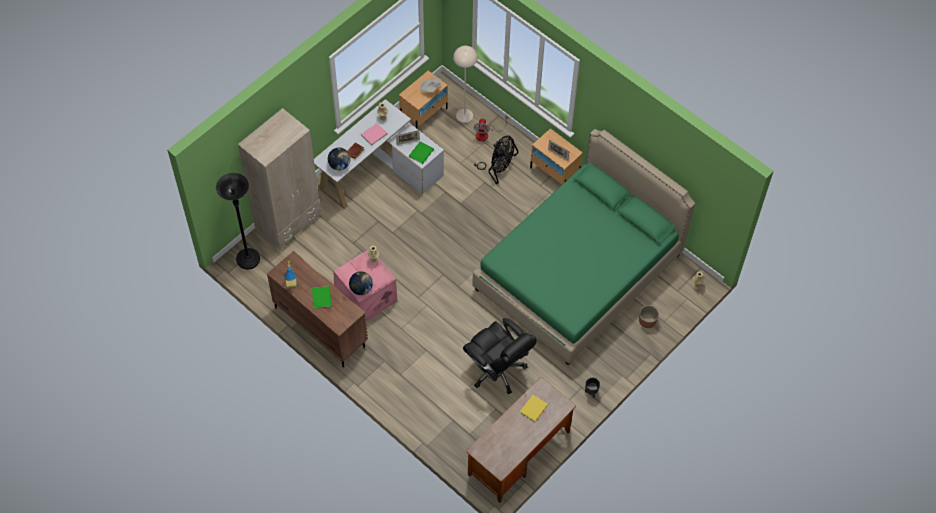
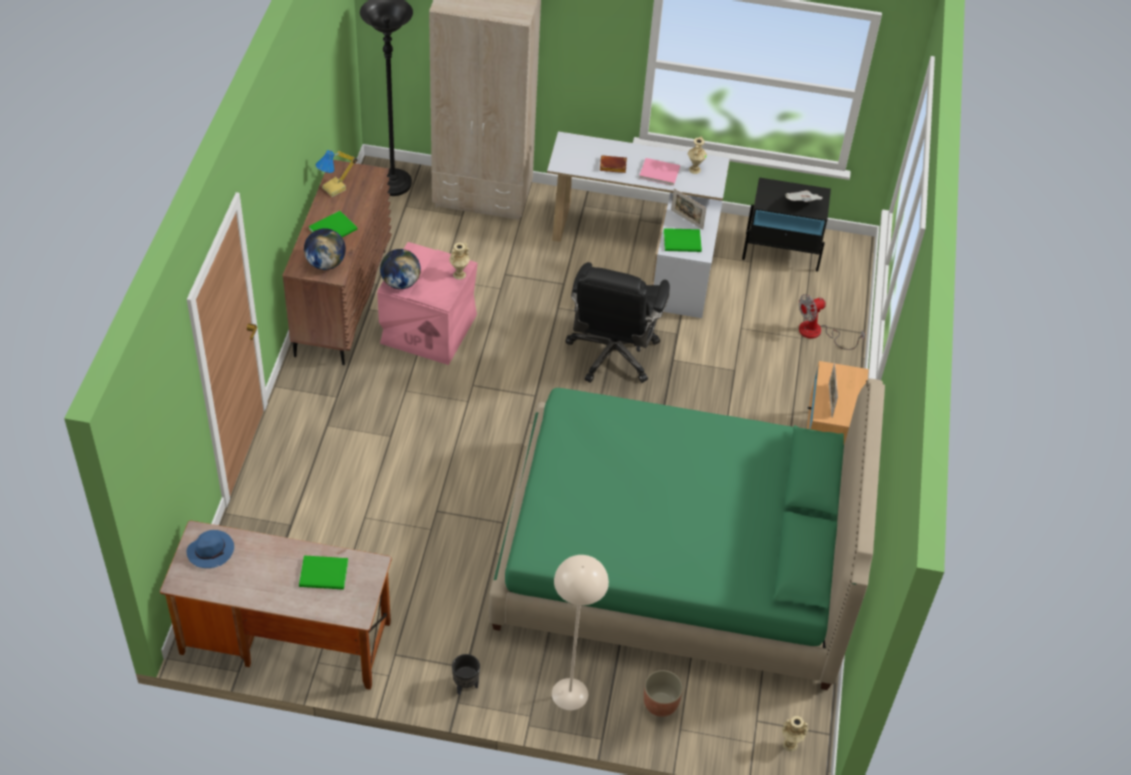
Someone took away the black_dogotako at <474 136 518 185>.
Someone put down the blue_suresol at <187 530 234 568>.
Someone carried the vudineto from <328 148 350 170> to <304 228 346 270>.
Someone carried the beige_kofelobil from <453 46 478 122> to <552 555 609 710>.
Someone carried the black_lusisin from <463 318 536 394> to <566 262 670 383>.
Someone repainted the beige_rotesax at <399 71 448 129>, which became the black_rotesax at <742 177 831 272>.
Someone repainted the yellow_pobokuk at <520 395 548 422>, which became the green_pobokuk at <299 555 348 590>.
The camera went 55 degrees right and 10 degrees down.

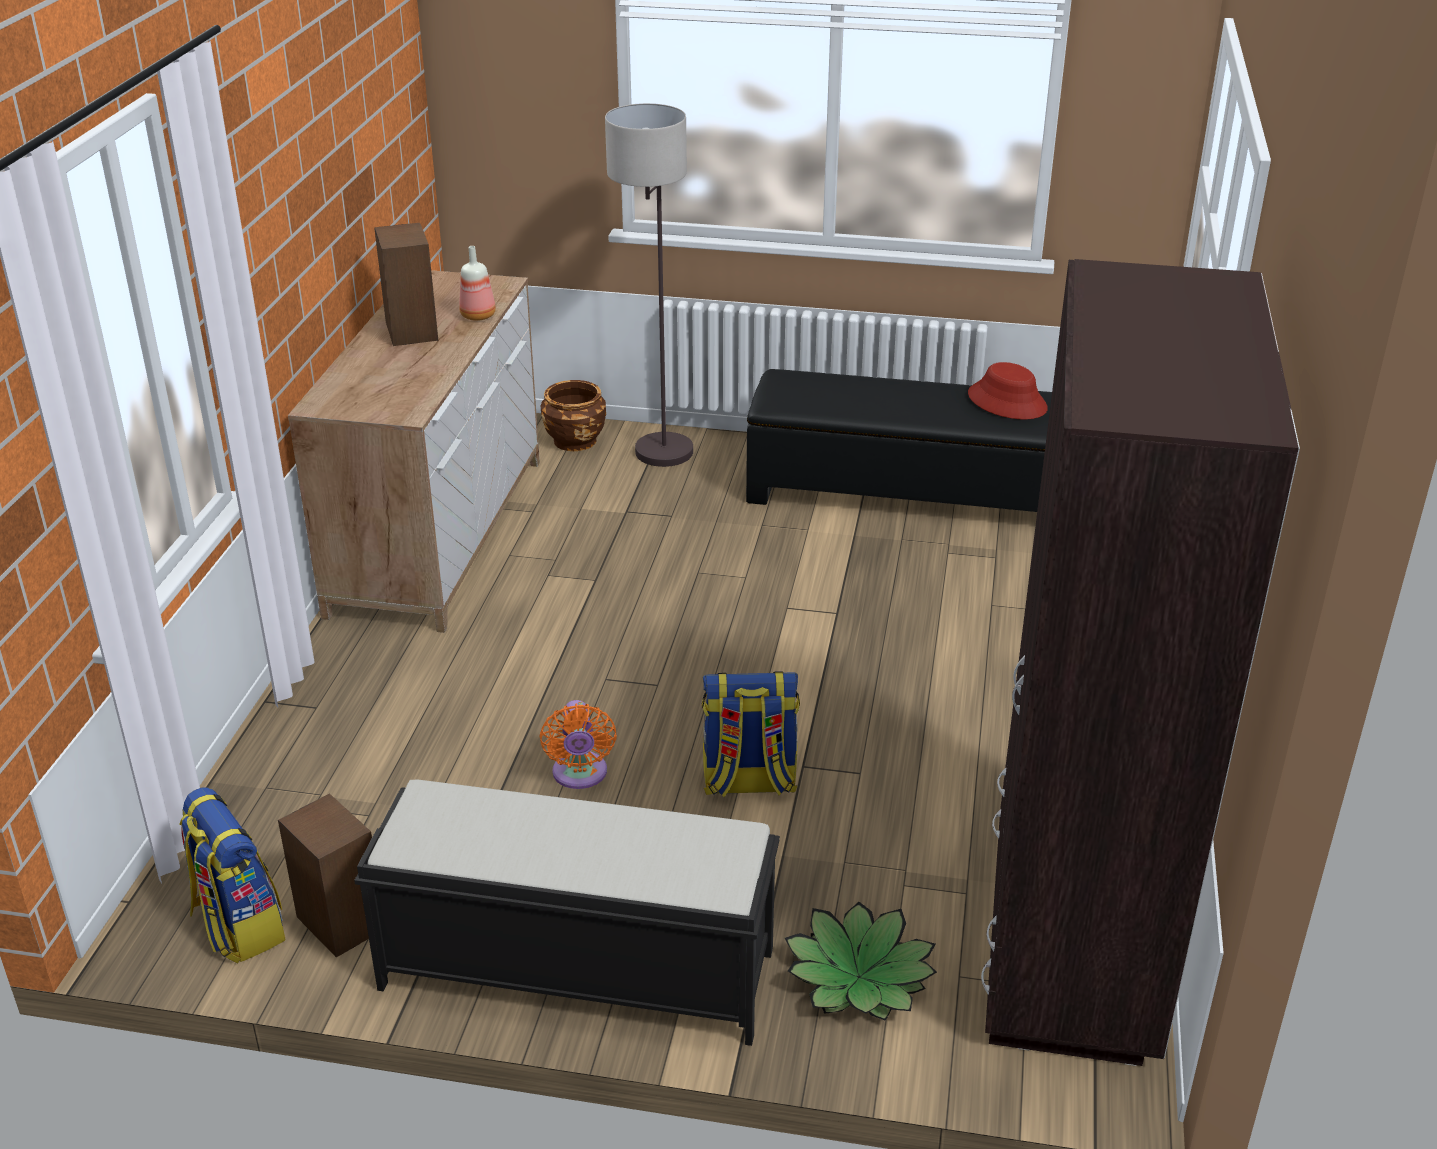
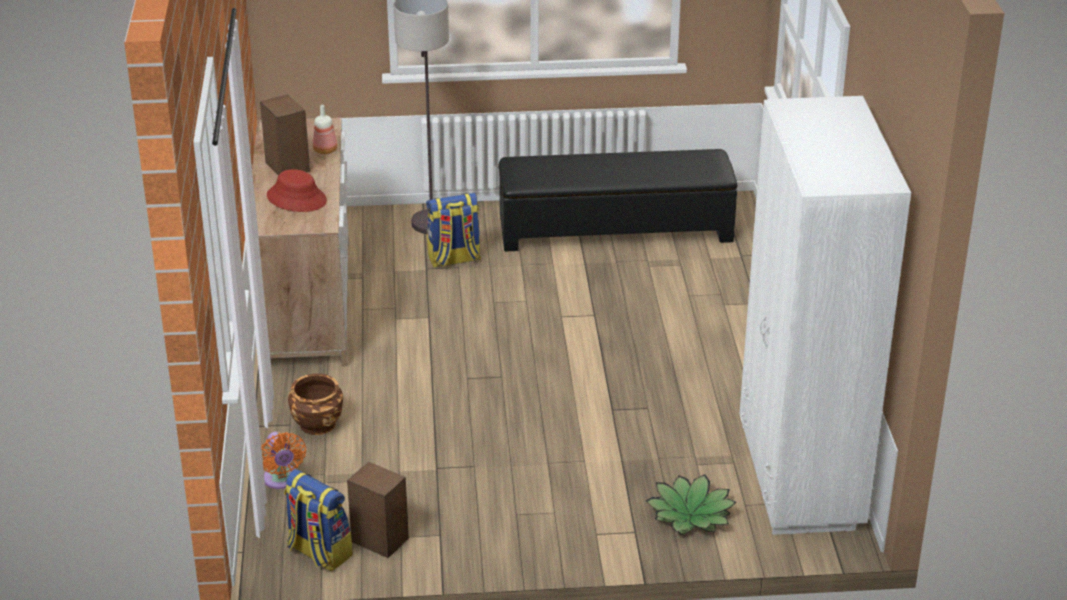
Someone took away the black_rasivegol at <354 780 780 1046>.
Someone carried the orange_dogotako from <540 700 617 789> to <261 432 306 489>.
Someone carried the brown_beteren from <541 380 606 451> to <288 374 343 435>.
Someone carried the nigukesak from <702 671 800 797> to <426 193 481 268>.
Someone carried the red_suresol from <968 362 1048 419> to <267 169 327 212>.
Someone repainted the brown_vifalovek at <981 259 1300 1066>, which became the white_vifalovek at <740 96 911 535>.
The camera went 15 degrees left and 0 degrees up.

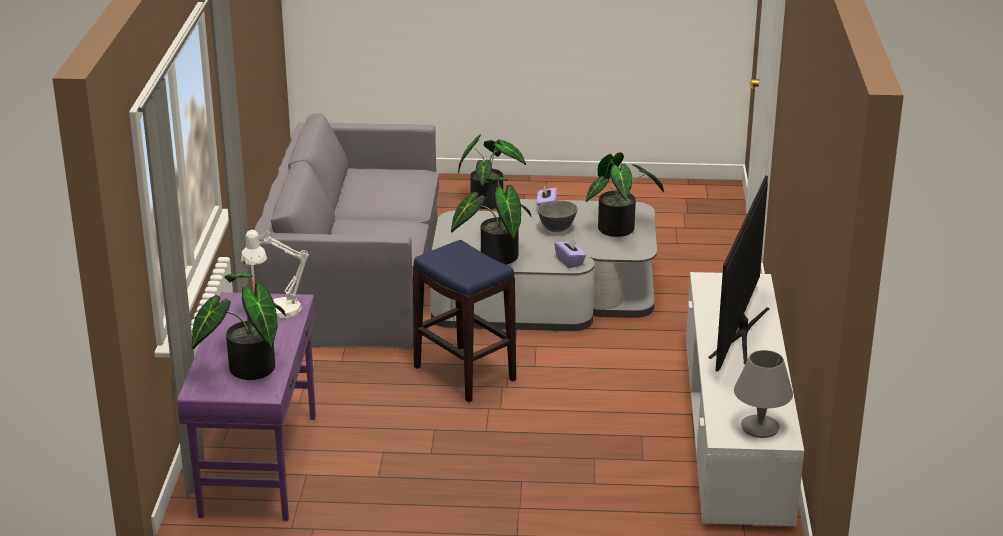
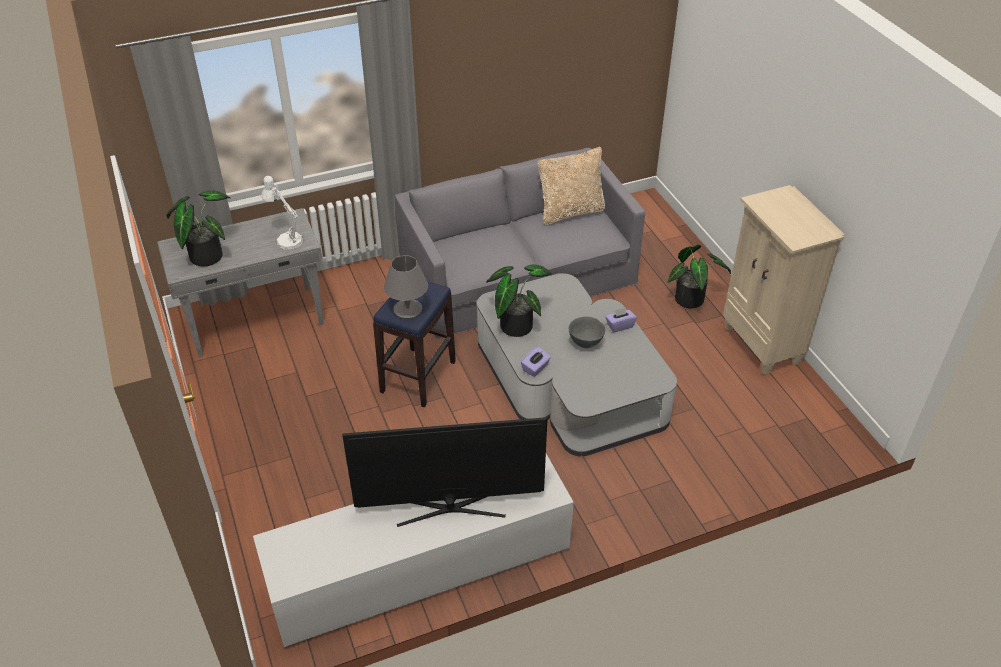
Someone took away the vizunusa at <586 152 664 237>.
Someone put down the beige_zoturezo at <537 147 605 225>.
Someone put down the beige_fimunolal at <723 185 844 375>.
Someone carried the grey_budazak from <734 350 793 438> to <384 255 428 319>.
Someone repainted the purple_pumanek at <177 292 316 521>, which became the grey_pumanek at <157 208 324 357>.
The camera went 65 degrees right and 15 degrees up.

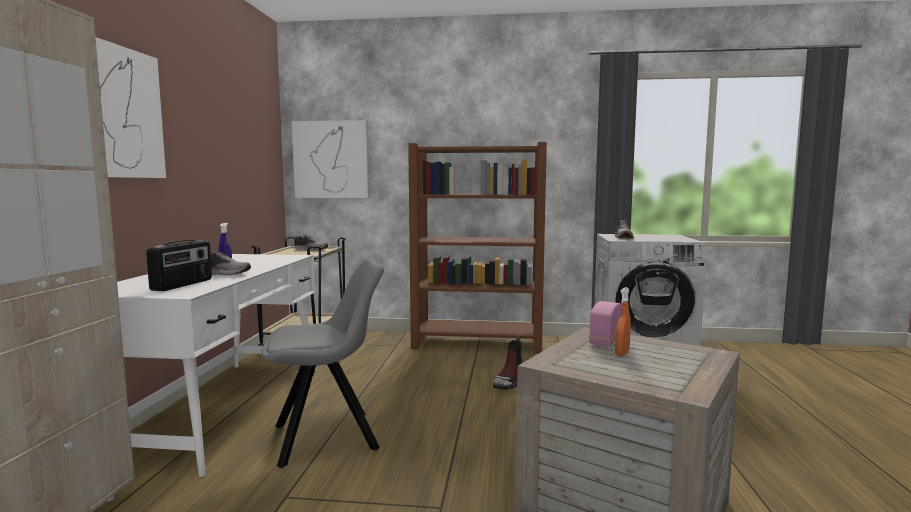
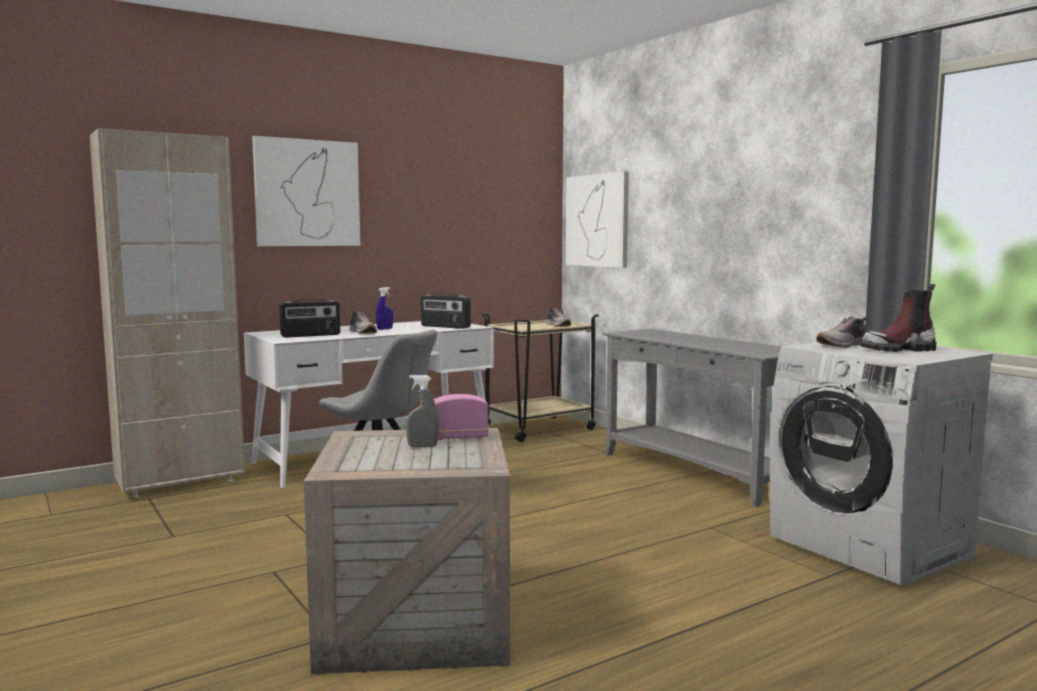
Someone put down the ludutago at <421 293 471 329>.
Someone carried the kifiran from <493 336 523 390> to <861 284 937 352>.
Someone swapped the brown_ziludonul at <408 142 547 354> for the grey_pumanek at <603 329 781 508>.
Someone repainted the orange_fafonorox at <615 287 631 356>, which became the grey_fafonorox at <406 375 439 447>.
The camera went 50 degrees right and 0 degrees up.

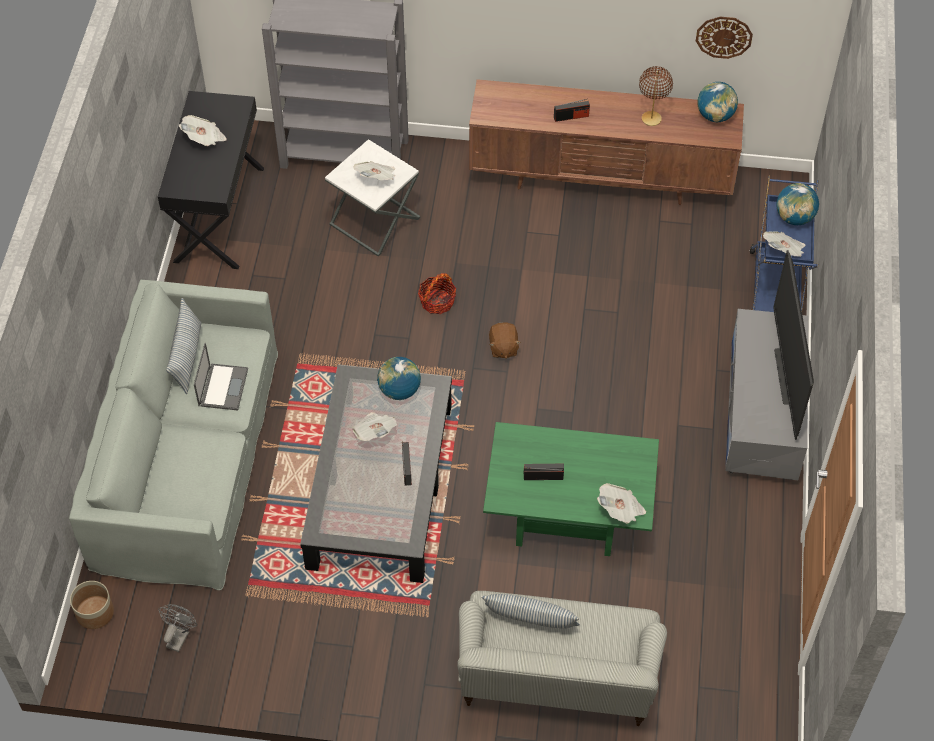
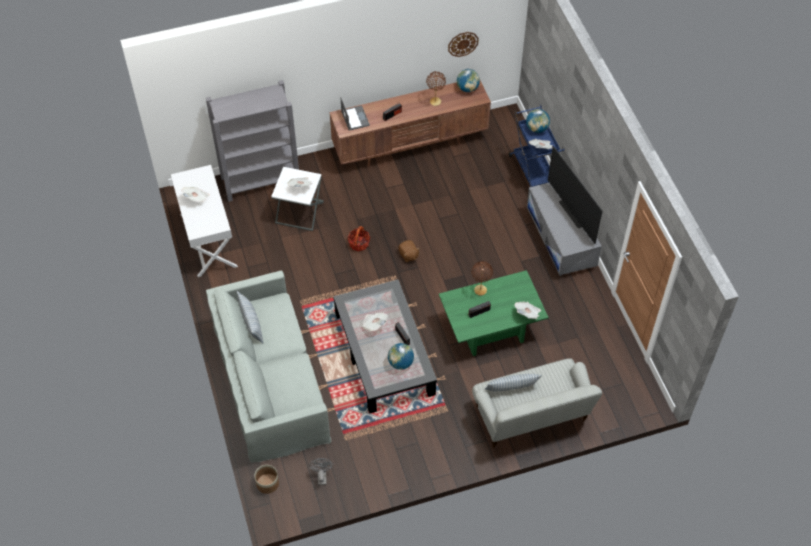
Someone put down the brown_budazak at <471 261 493 296>.
Someone carried the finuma from <194 343 248 411> to <340 97 370 130>.
Someone carried the vudineto from <377 357 421 400> to <388 343 414 370>.
Someone repainted the black_pumanek at <158 91 264 269>, which became the white_pumanek at <171 165 238 277>.
The camera went 25 degrees left and 0 degrees up.

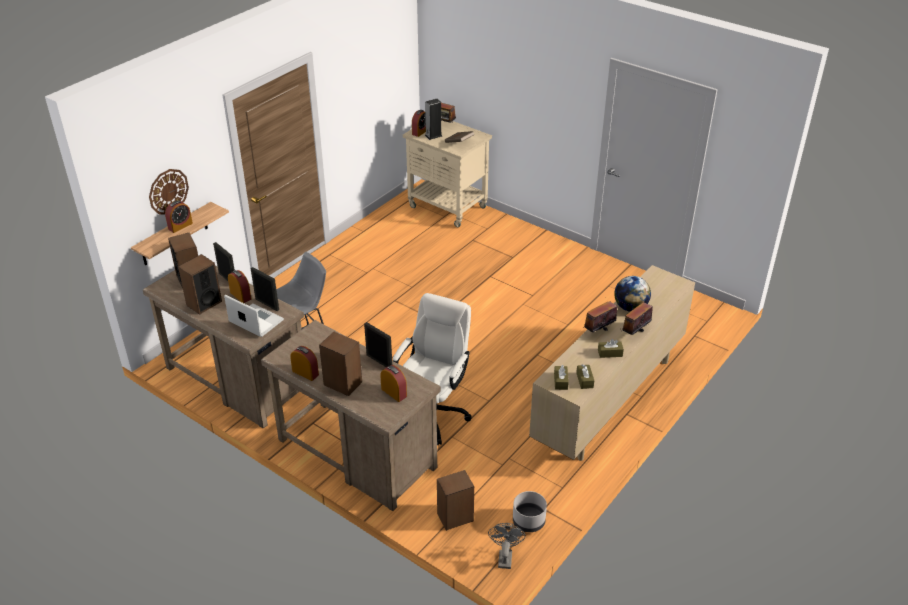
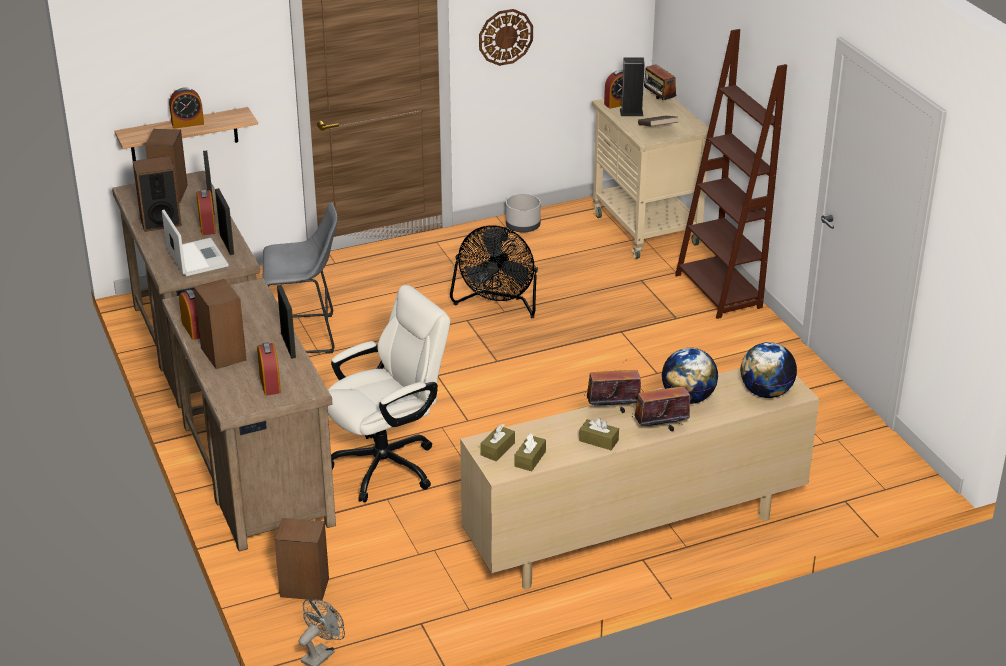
Someone put down the black_dogotako at <450 225 538 318>.
Someone put down the brown_ziludonul at <675 29 787 319>.
Someone put down the vudineto at <740 342 797 398>.
Someone carried the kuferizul from <149 169 189 215> to <479 9 533 66>.
Someone carried the grey_beteren from <513 491 547 532> to <506 194 541 232>.
The camera went 30 degrees right and 5 degrees down.

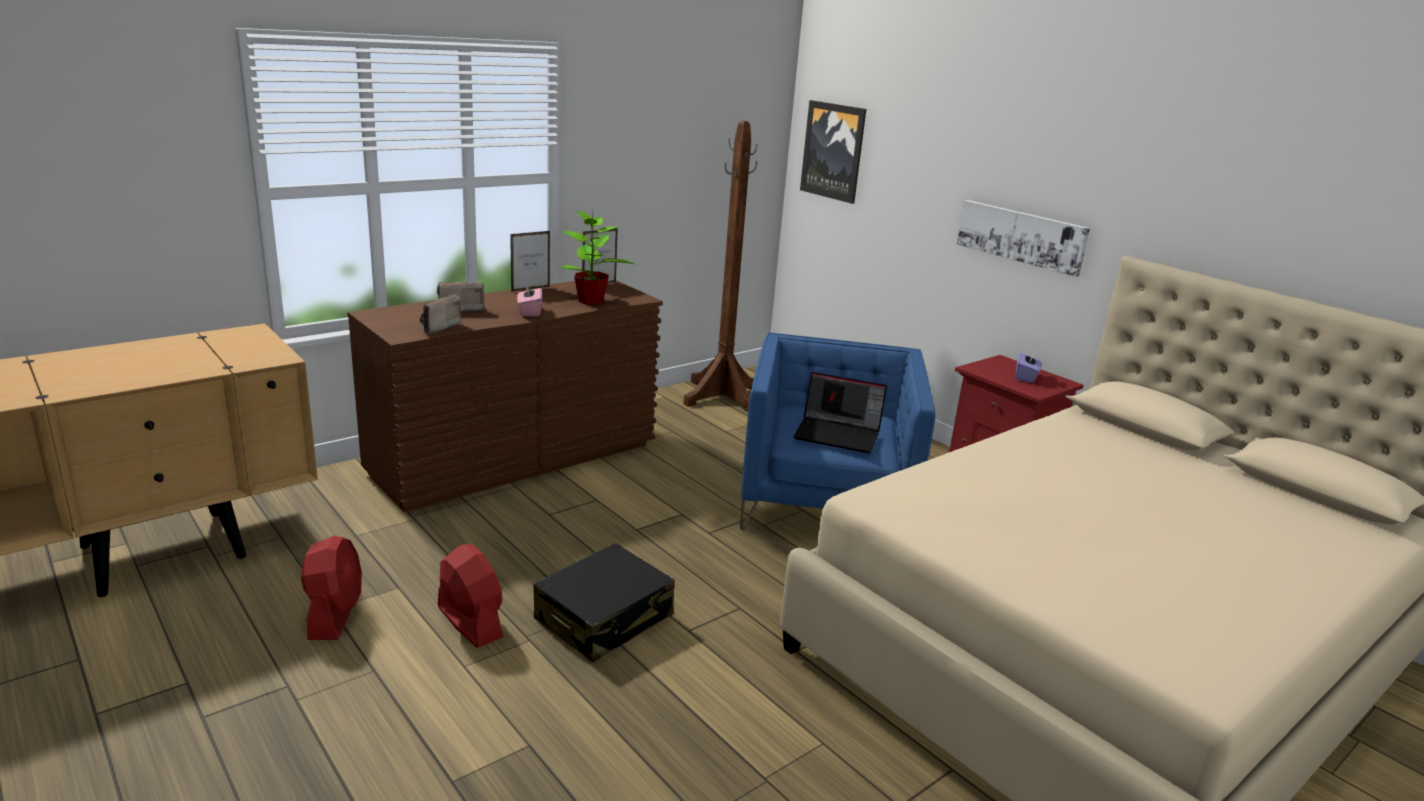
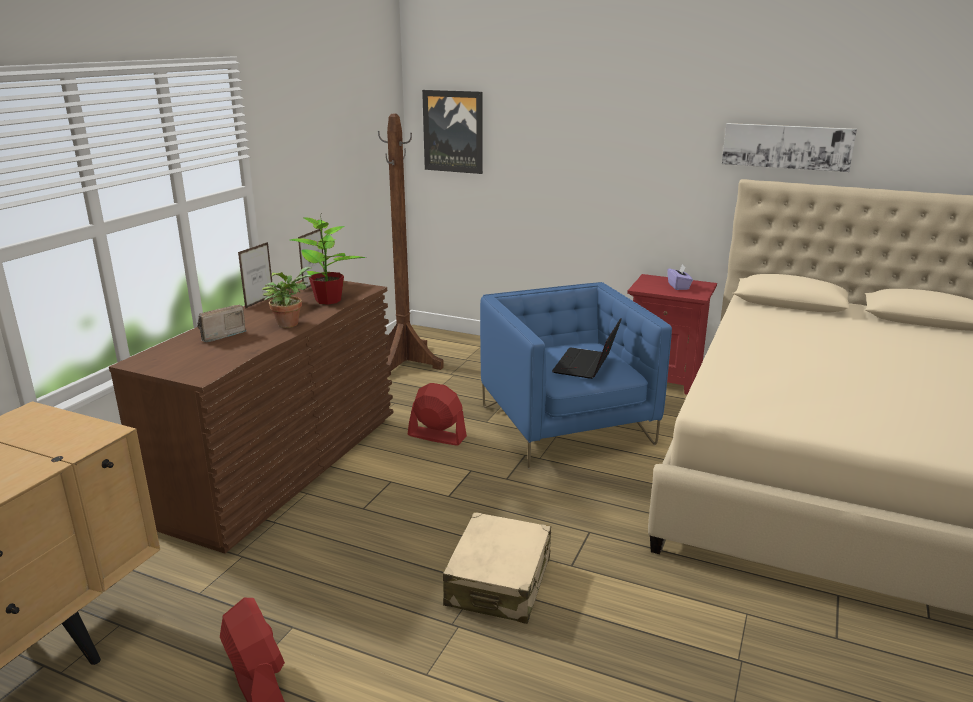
Someone took away the ludutago at <420 294 461 334>.
Someone carried the red_dogotako from <438 544 503 648> to <408 383 467 446>.
Someone carried the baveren from <957 200 1090 277> to <722 123 857 172>.
Someone swapped the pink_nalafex at <517 282 542 316> for the vizunusa at <262 267 312 328>.
Someone repainted the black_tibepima at <533 543 675 662>, which became the beige_tibepima at <443 512 551 624>.
Someone rotated the finuma at <793 372 887 453> by 120 degrees clockwise.
The camera went 25 degrees left and 0 degrees up.

